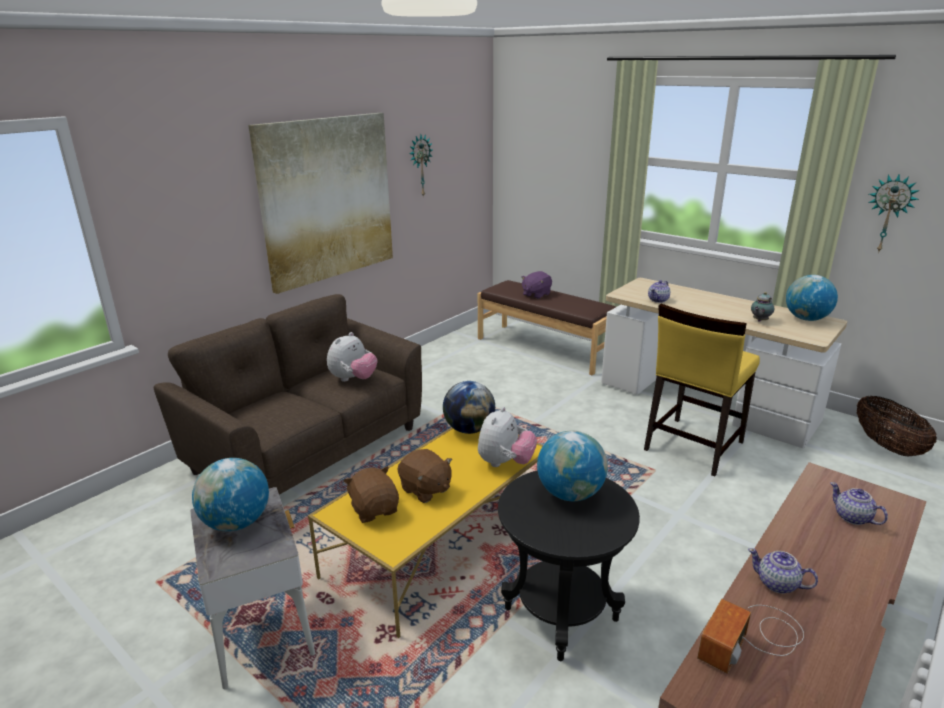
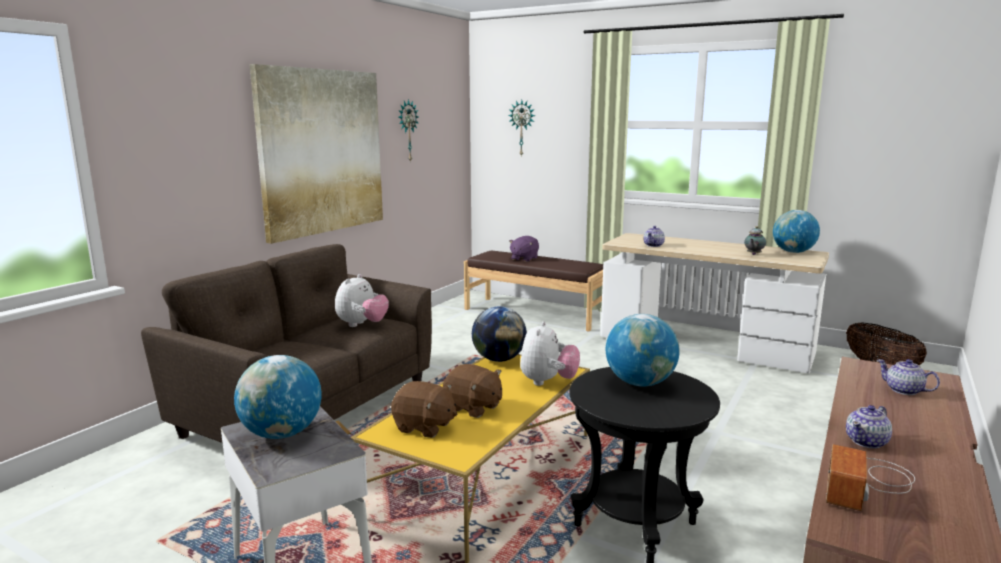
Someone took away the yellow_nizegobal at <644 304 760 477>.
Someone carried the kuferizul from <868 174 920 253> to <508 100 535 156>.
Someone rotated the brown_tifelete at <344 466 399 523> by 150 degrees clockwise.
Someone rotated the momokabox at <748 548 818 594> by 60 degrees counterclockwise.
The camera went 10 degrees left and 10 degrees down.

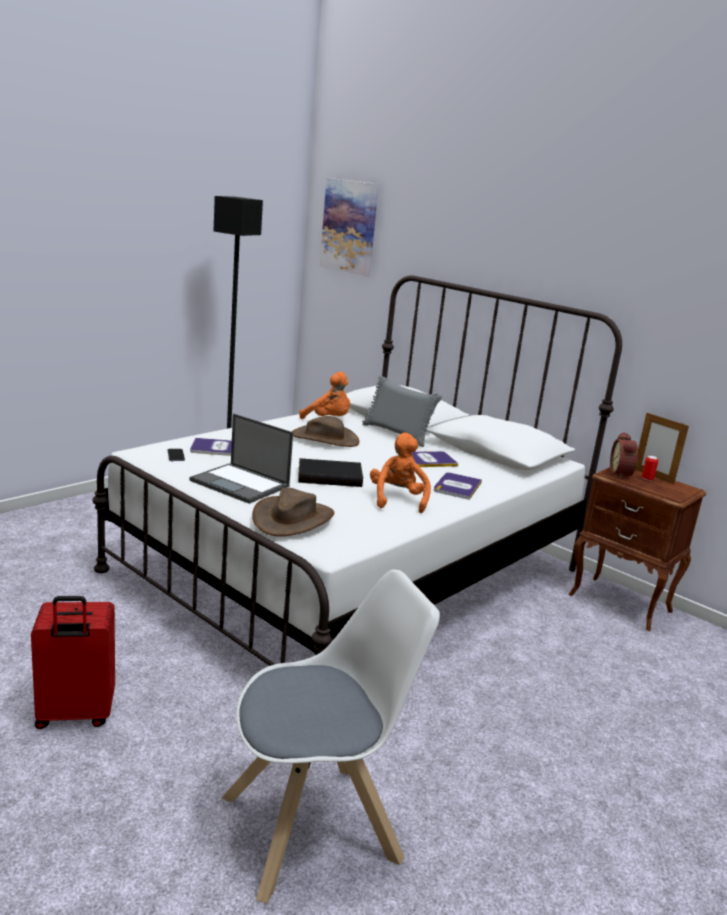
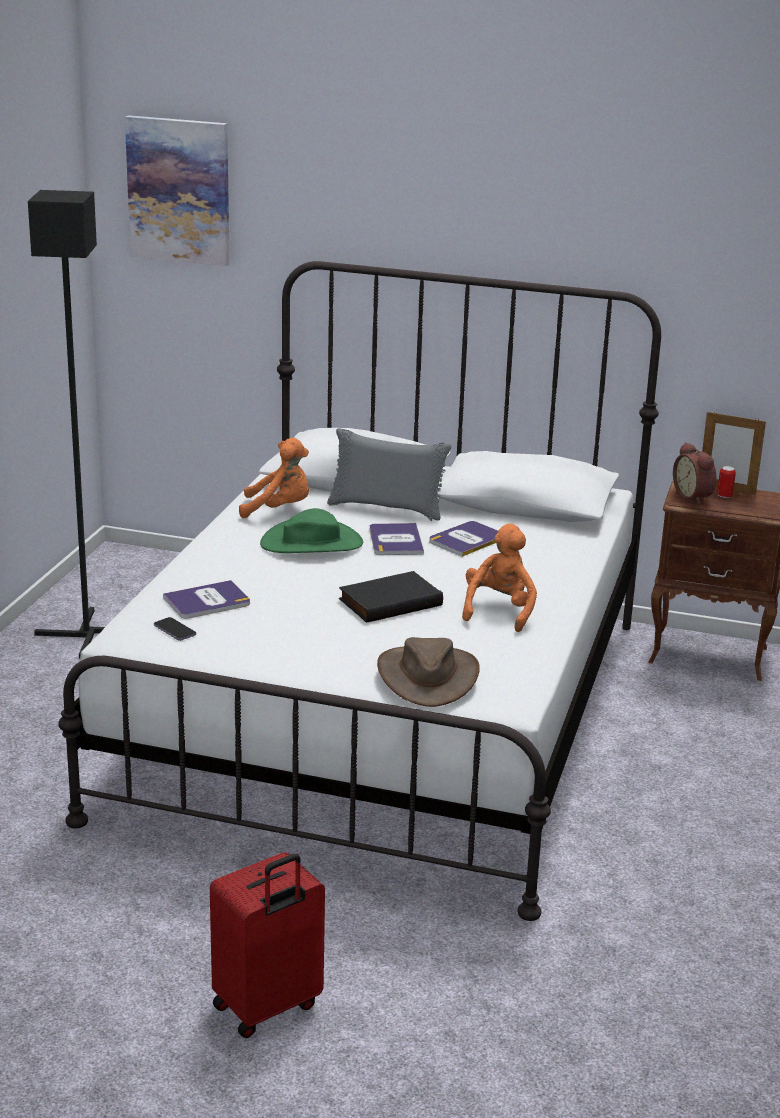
Someone took away the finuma at <190 414 293 504>.
Someone took away the nizegobal at <222 570 440 903>.
Someone carried the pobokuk from <434 472 482 500> to <370 523 424 555>.
Someone repainted the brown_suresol at <292 416 359 447>, which became the green_suresol at <260 508 363 553>.
Someone rotated the orange_tifelete at <370 433 431 513> by 45 degrees clockwise.
The camera went 25 degrees left and 5 degrees up.

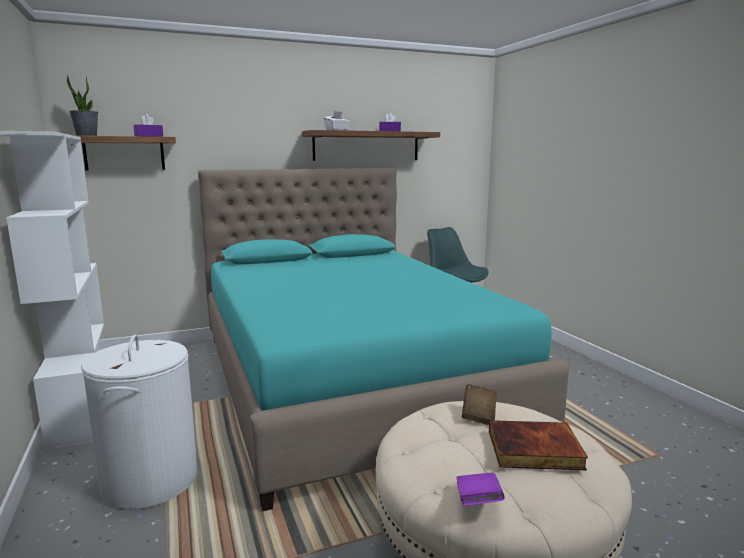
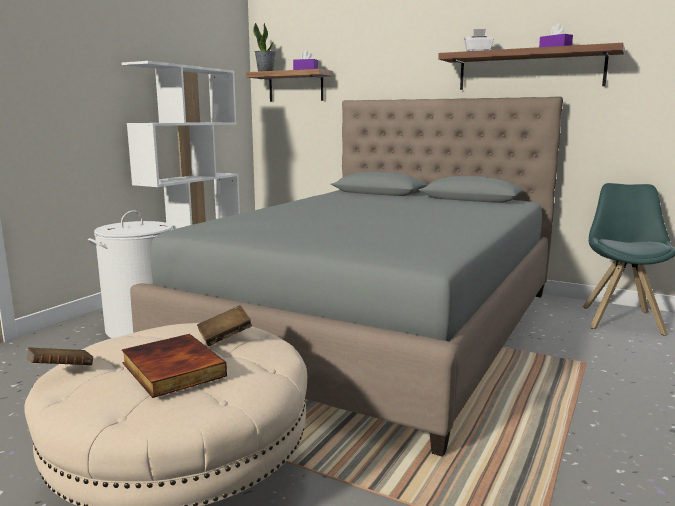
Someone repainted the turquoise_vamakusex at <198 168 570 511>, which became the grey_vamakusex at <130 97 563 457>.
Someone repainted the purple_pobokuk at <456 473 505 506>, which became the brown_pobokuk at <26 347 93 365>.
The camera went 50 degrees right and 0 degrees up.

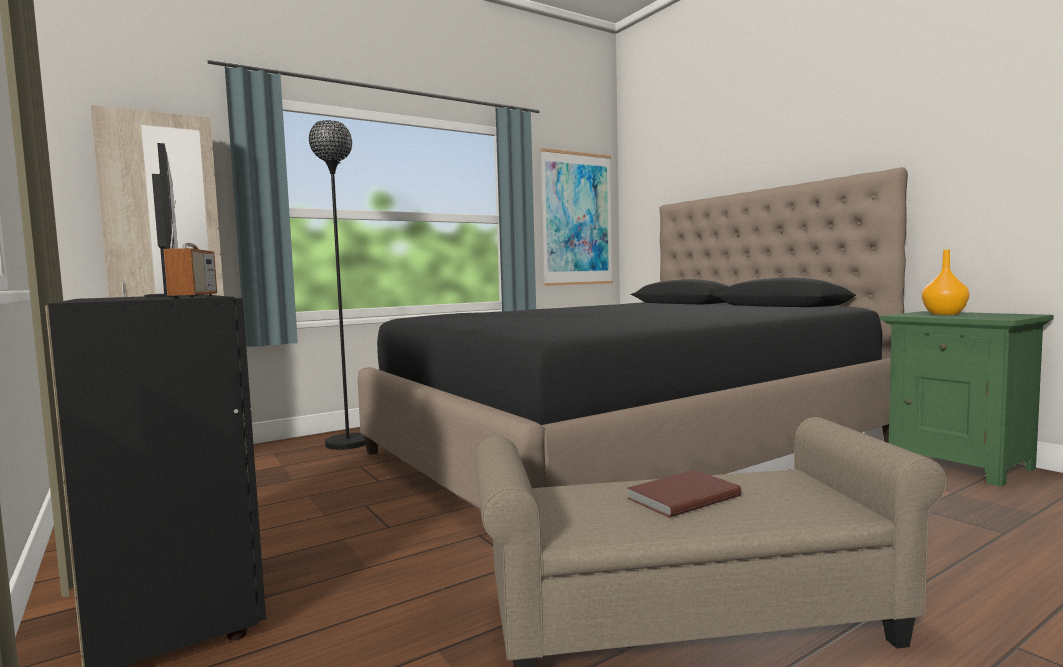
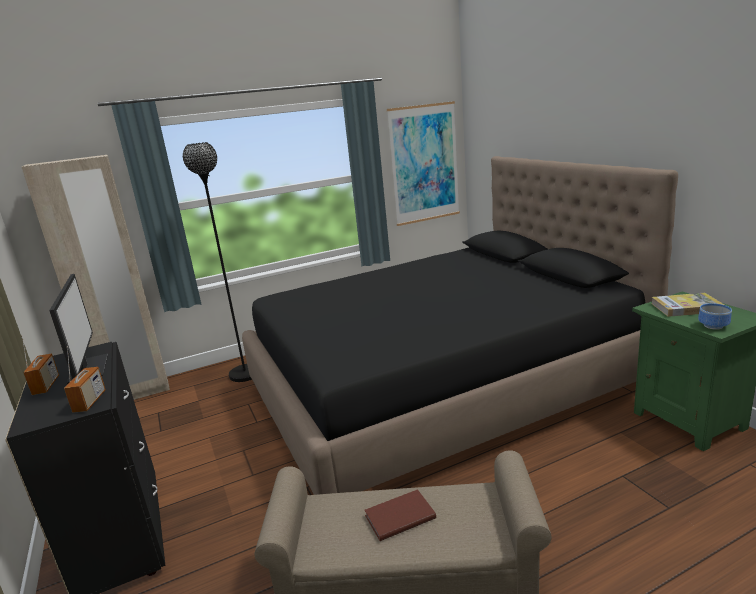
Someone put down the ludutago at <22 335 59 395>.
Someone put down the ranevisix at <698 303 732 330>.
Someone swapped the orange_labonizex at <922 250 969 315> for the pobokuk at <651 293 724 317>.
The camera went 10 degrees right and 15 degrees up.

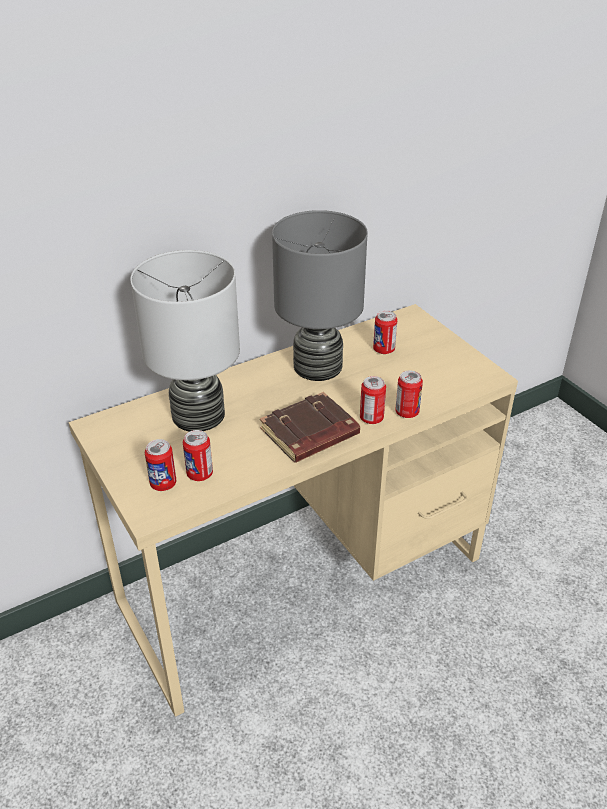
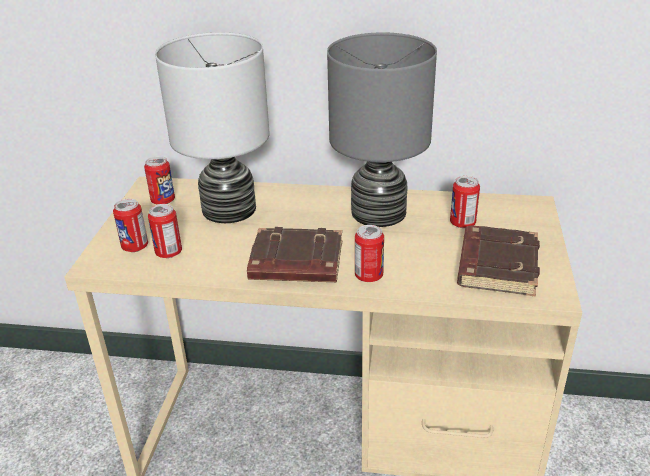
Someone put down the brown_pobokuk at <457 225 540 297>.
Someone carried the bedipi from <395 371 423 418> to <144 156 175 205>.
The camera went 40 degrees right and 5 degrees down.

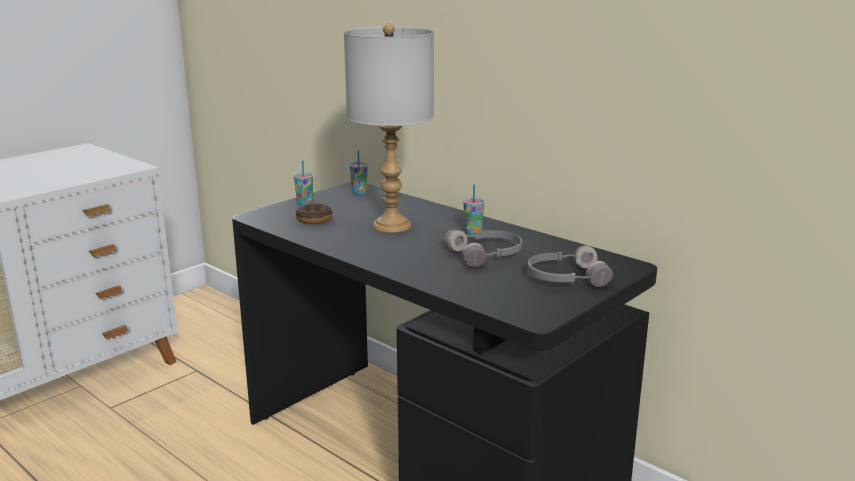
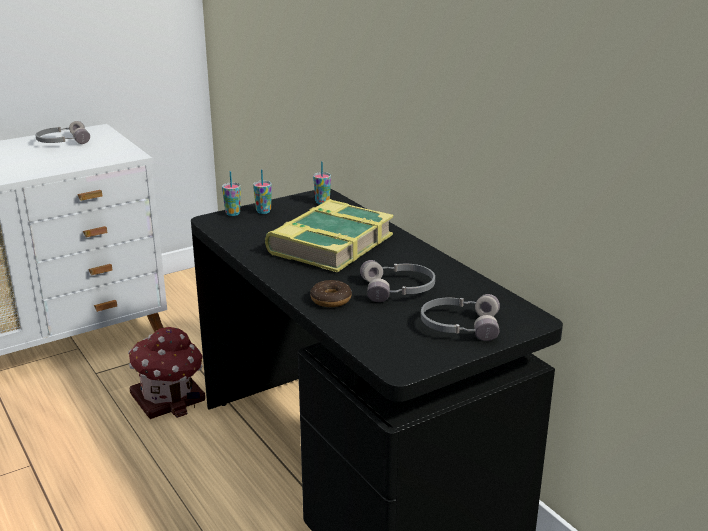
Someone put down the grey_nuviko at <35 121 90 144>.
Someone put down the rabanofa at <128 327 205 419>.
Someone carried the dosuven from <296 204 332 224> to <310 280 352 307>.
Someone carried the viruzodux from <463 184 484 235> to <222 171 241 216>.
Someone swapped the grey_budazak at <344 23 434 233> for the pobokuk at <265 199 393 273>.
The camera went 15 degrees right and 5 degrees up.

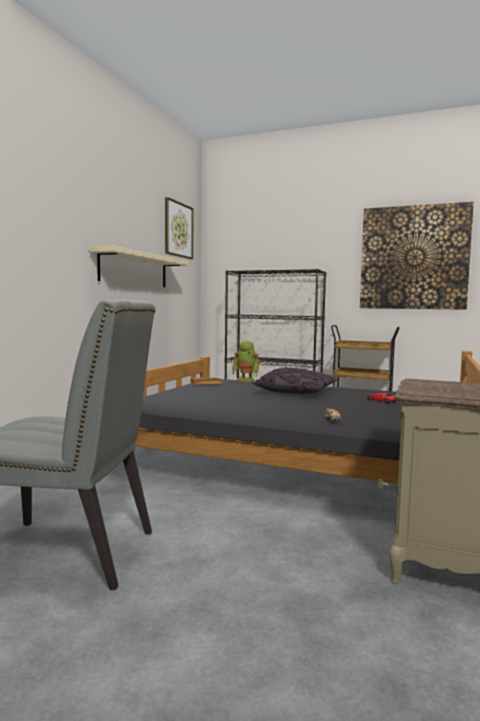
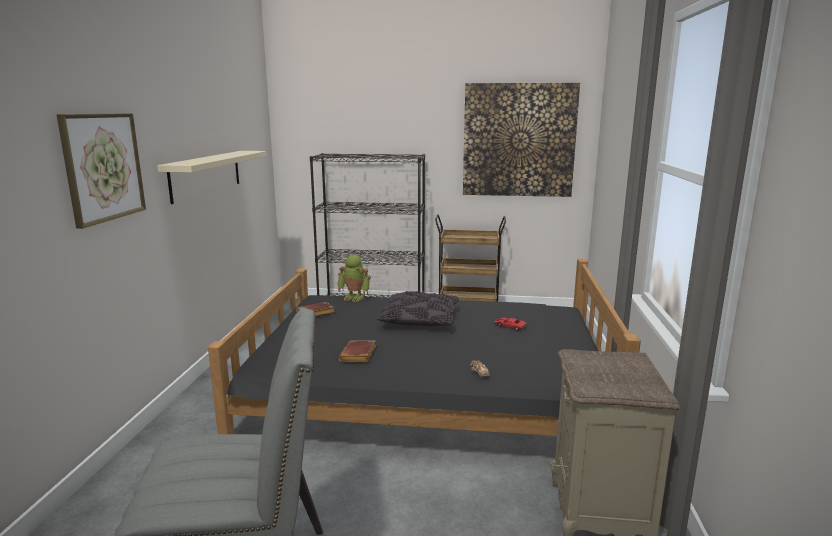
Someone put down the brown_pobokuk at <338 340 376 362>.
Someone carried the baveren from <165 197 193 259> to <57 113 146 229>.
The camera went 15 degrees left and 10 degrees up.

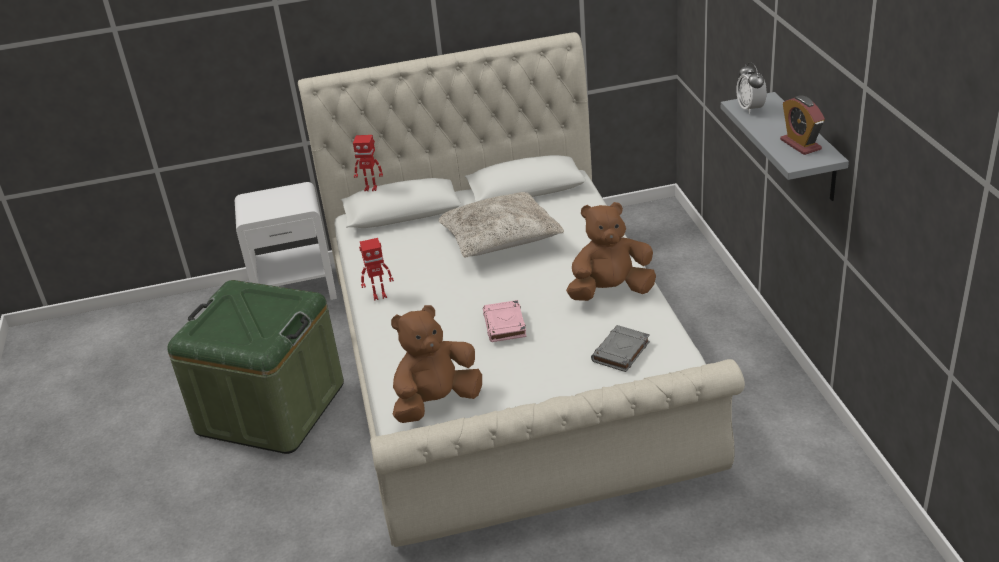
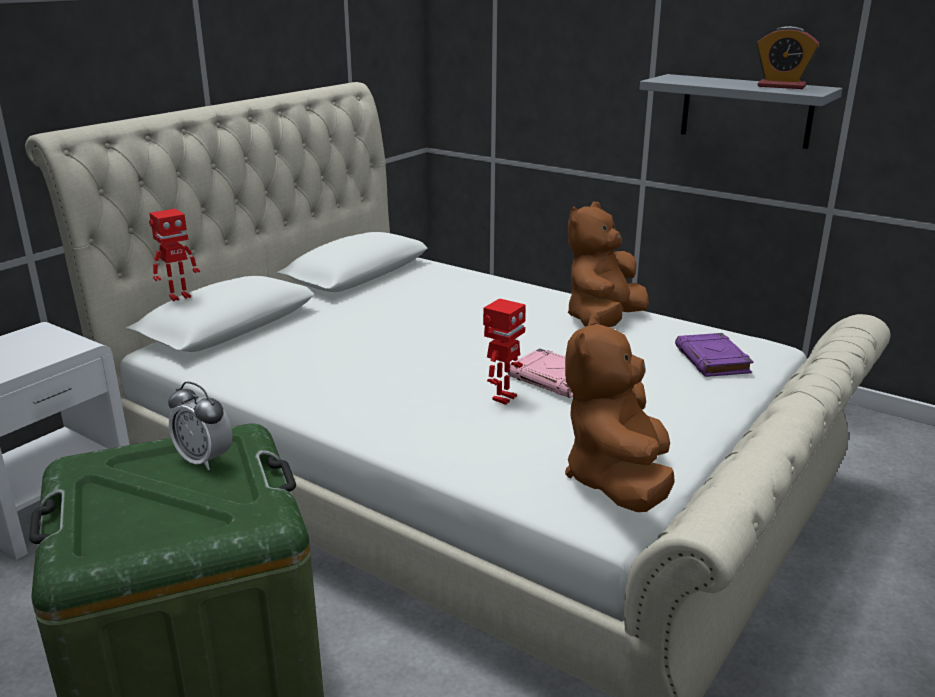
Someone took away the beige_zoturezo at <439 192 564 258>.
Someone carried the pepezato from <359 238 394 301> to <483 298 526 405>.
Someone carried the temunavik from <736 62 767 114> to <168 382 232 470>.
Someone repainted the grey_pobokuk at <591 325 650 372>, which became the purple_pobokuk at <675 333 754 377>.
The camera went 45 degrees left and 10 degrees down.

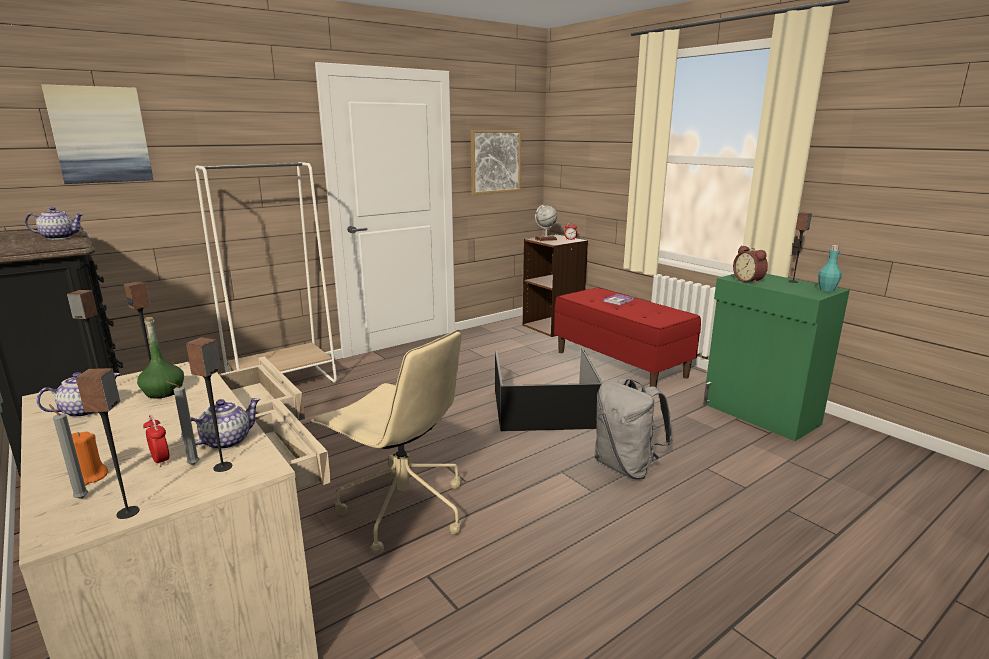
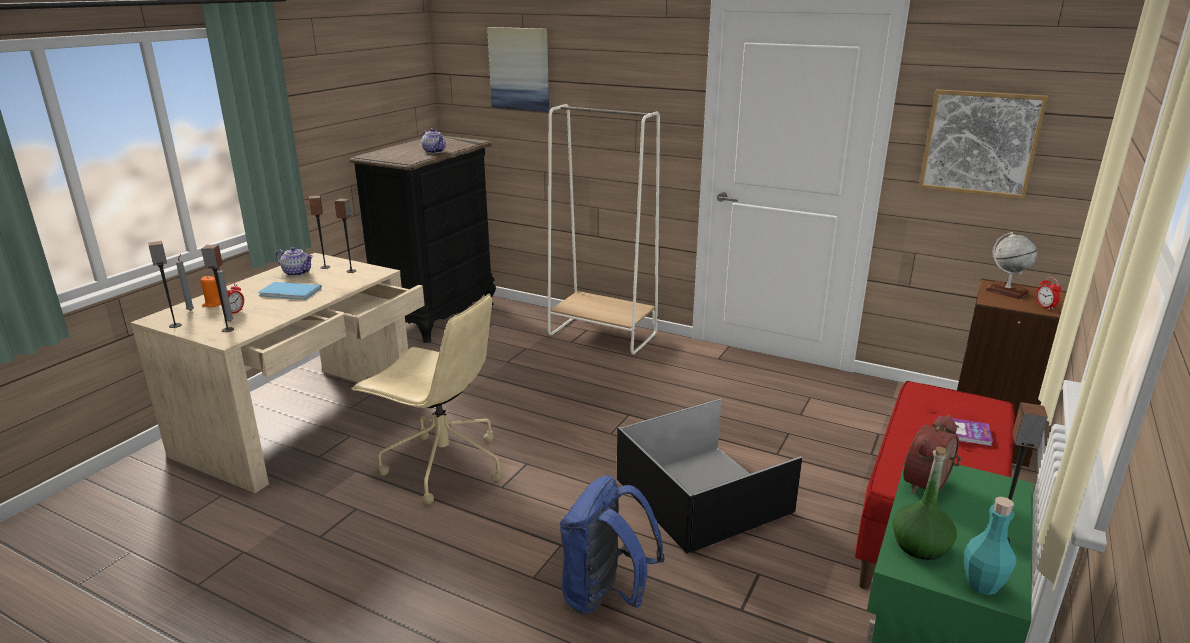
Someone took away the momokabox at <181 398 260 450>.
Someone put down the blue_pobokuk at <258 282 322 300>.
Someone carried the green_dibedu from <137 317 184 398> to <892 446 957 560>.
Someone repainted the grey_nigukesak at <595 378 673 479>, which became the blue_nigukesak at <560 475 665 614>.
Someone rotated the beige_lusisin at <311 329 461 554> by 75 degrees counterclockwise.
The camera went 65 degrees right and 5 degrees up.

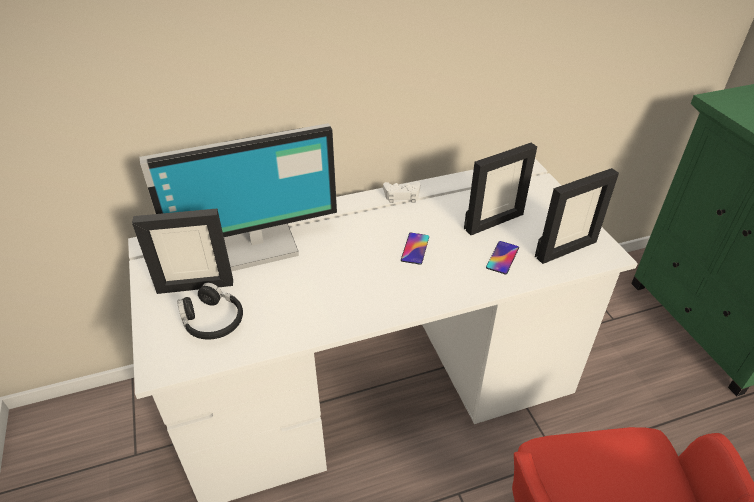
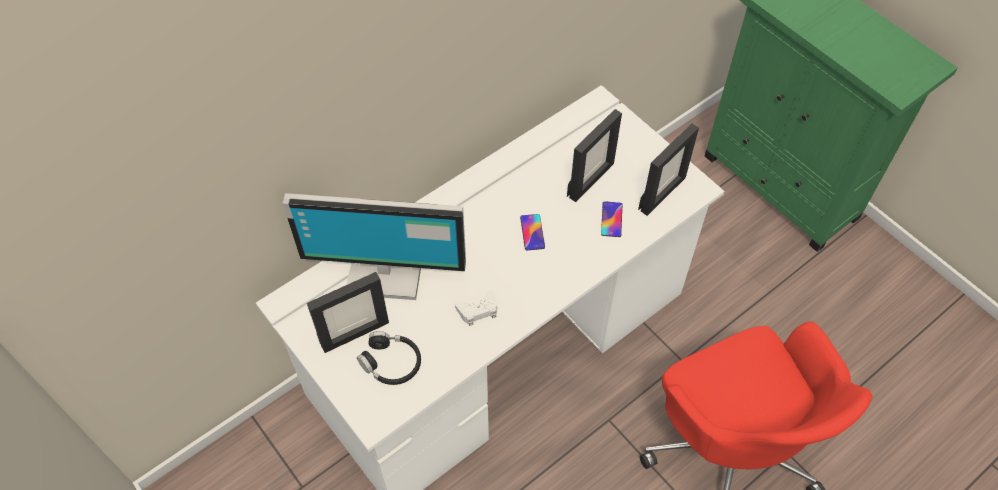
Someone carried the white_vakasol from <383 182 420 203> to <455 290 497 326>.
Someone rotated the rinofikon at <140 123 337 271> by 45 degrees clockwise.
The camera went 20 degrees left and 15 degrees up.

